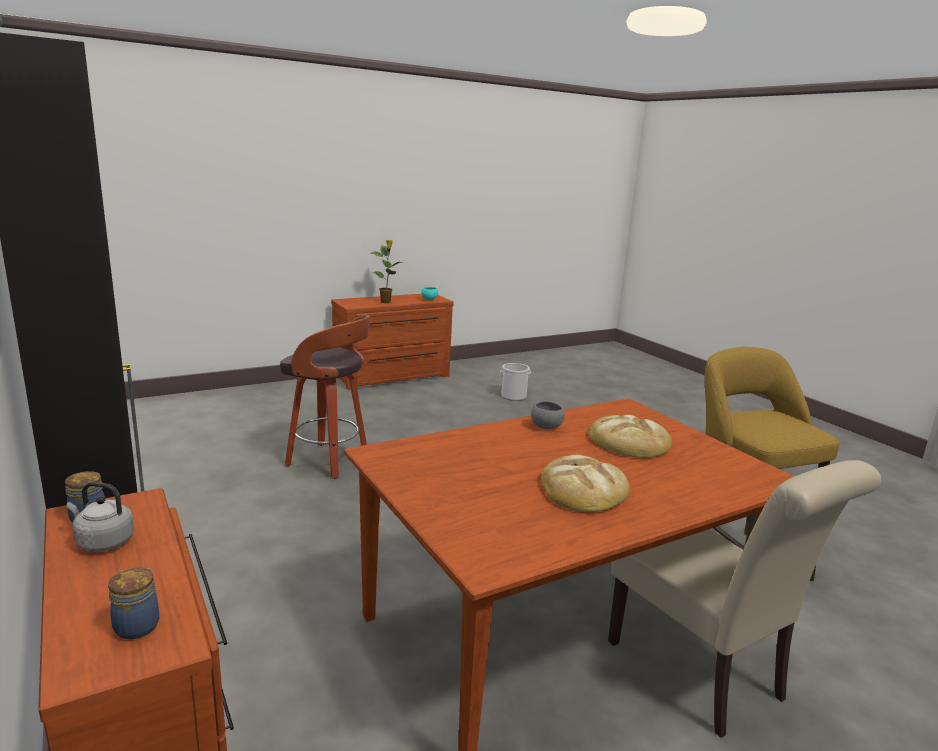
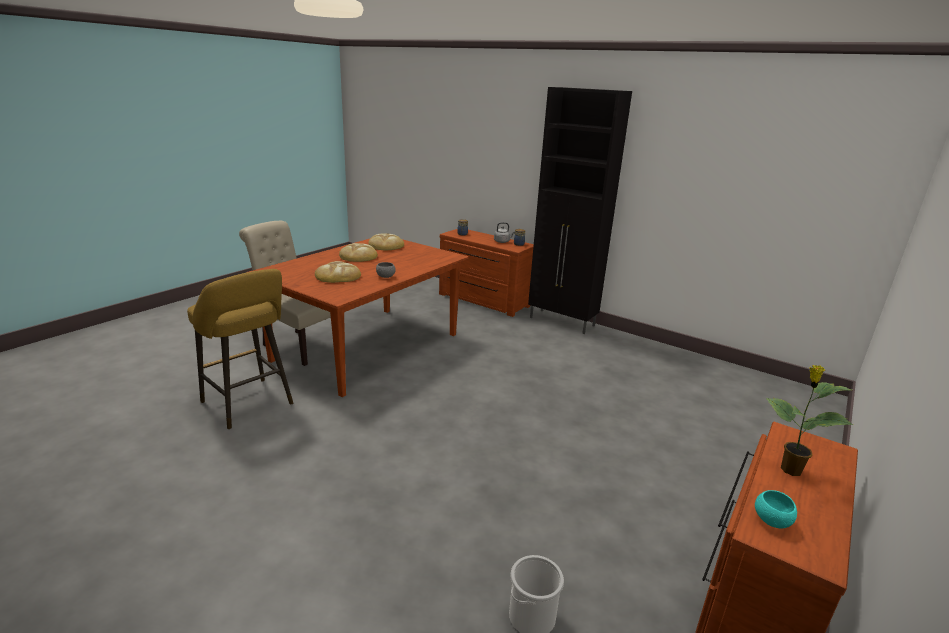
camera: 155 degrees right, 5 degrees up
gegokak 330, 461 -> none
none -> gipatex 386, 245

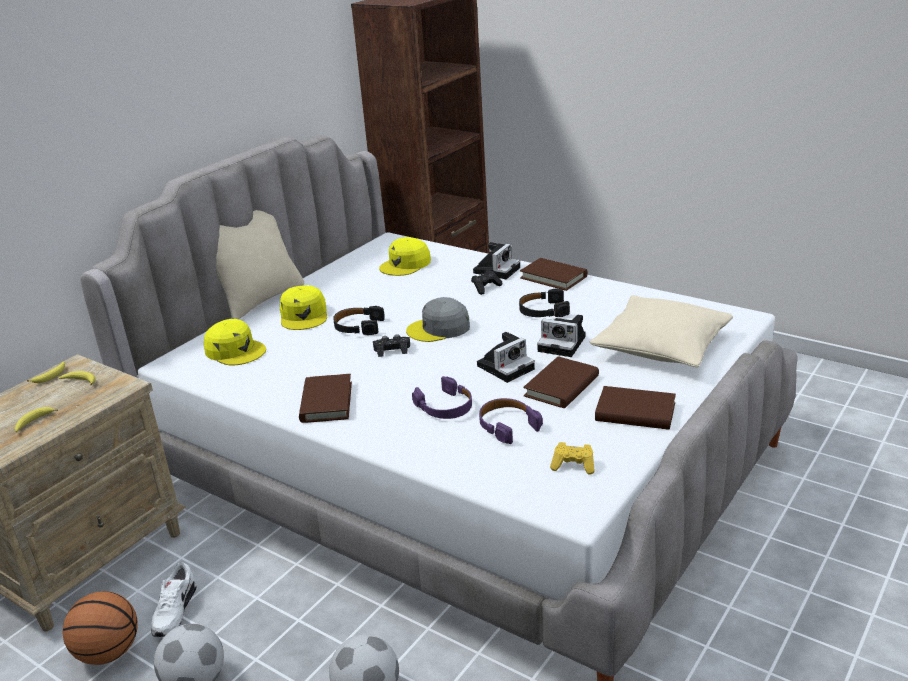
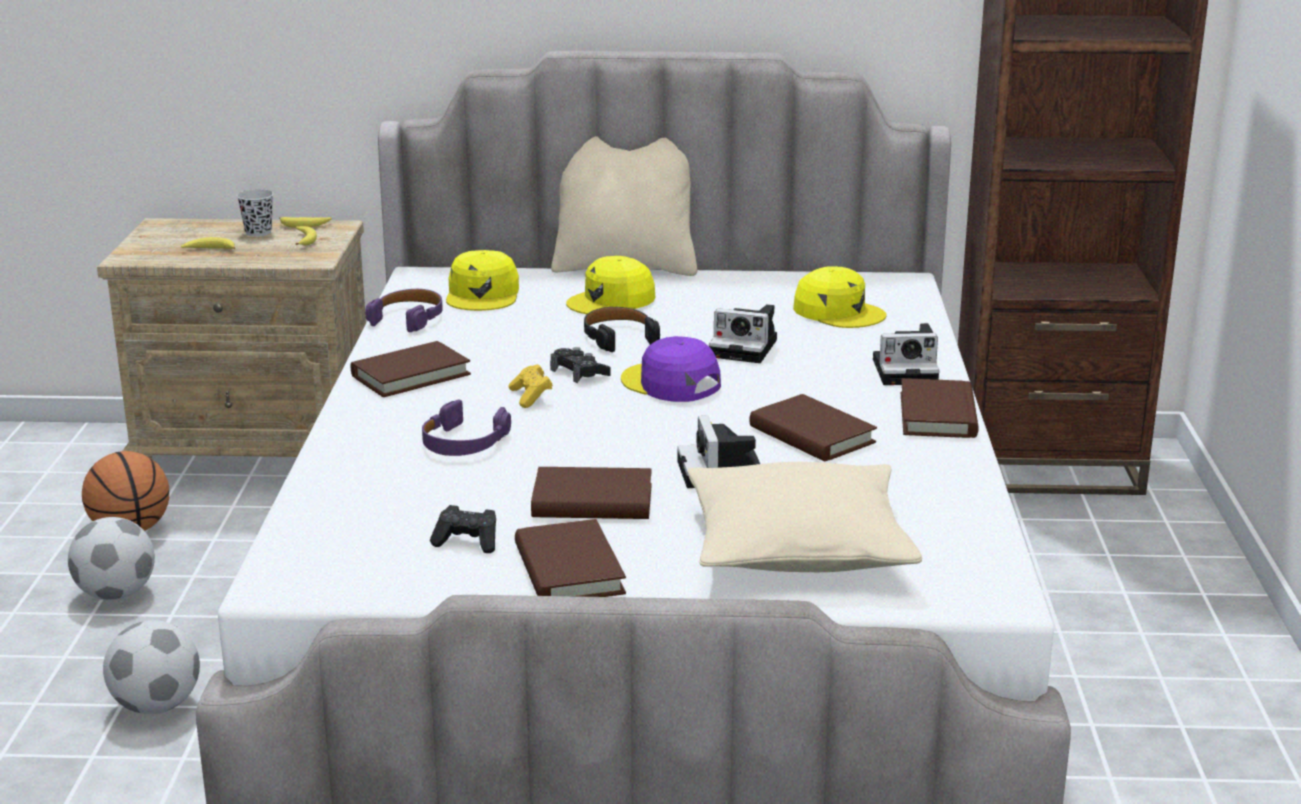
camera: 55 degrees right, 5 degrees down
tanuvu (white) 174, 611 -> none
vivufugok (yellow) 405, 264 -> vivufugok (yellow) 839, 312, 150 degrees counterclockwise
vivufugok (grey) 439, 328 -> vivufugok (purple) 670, 383
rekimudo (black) 486, 288 -> rekimudo (black) 468, 542, move
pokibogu 506, 366 -> pokibogu 746, 348, move
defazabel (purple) 507, 425 -> defazabel (purple) 408, 318, move
defazabel (black) 543, 311 -> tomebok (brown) 811, 435
rekimudo (yellow) 573, 466 -> rekimudo (yellow) 531, 397, move
none -> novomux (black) 258, 232

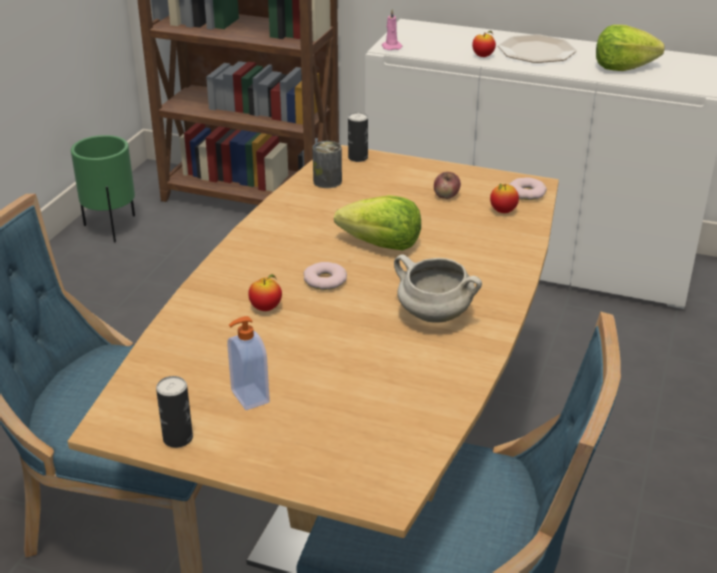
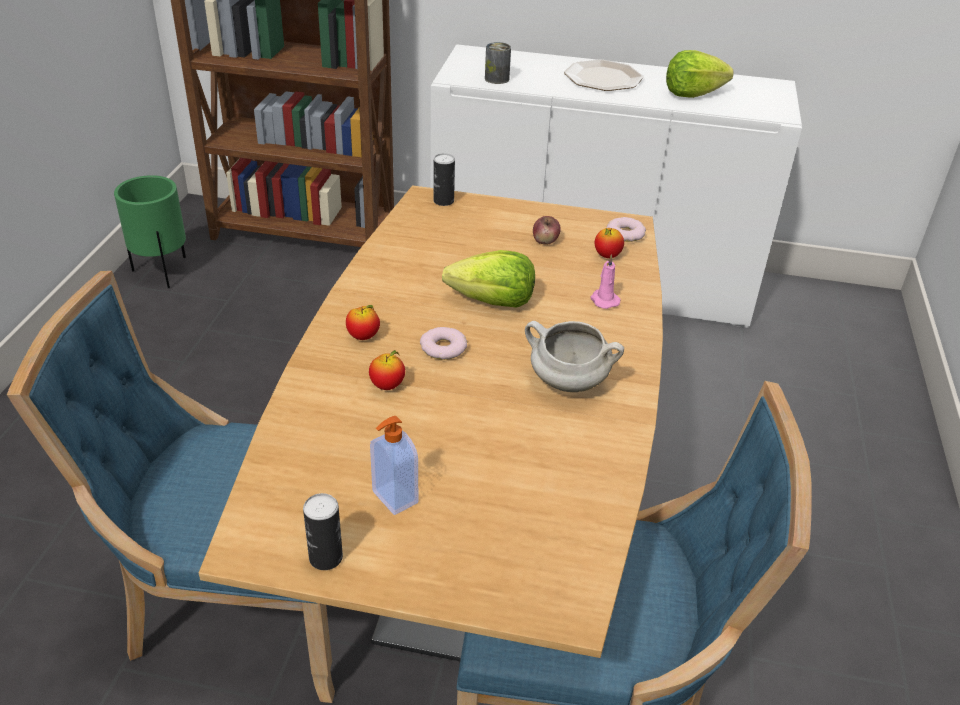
camera: 10 degrees left, 5 degrees up
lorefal 327, 181 -> lorefal 497, 79, move
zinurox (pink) 391, 47 -> zinurox (pink) 603, 300, move
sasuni 483, 56 -> sasuni 363, 336, move

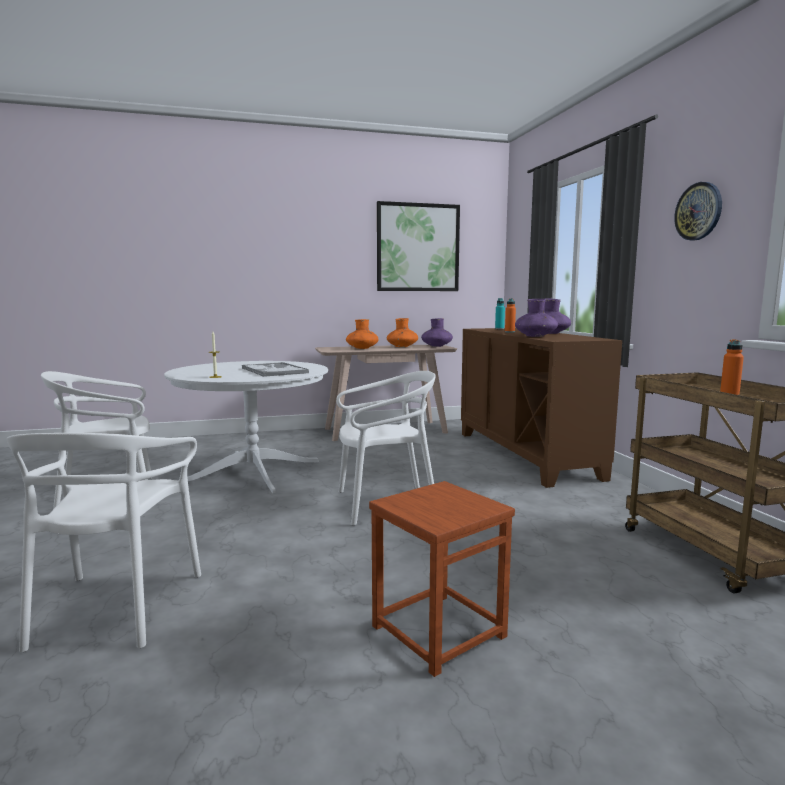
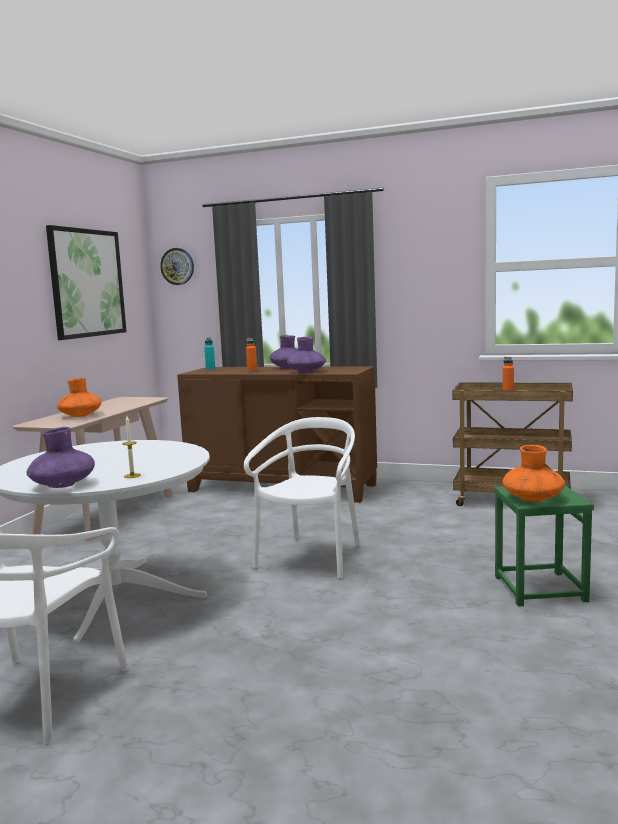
camera: 55 degrees left, 0 degrees up
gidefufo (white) 115, 607 -> none
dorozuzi 273, 370 -> none
gegokak (brown) 438, 631 -> gegokak (green) 539, 588
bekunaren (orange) 402, 346 -> bekunaren (orange) 533, 498, move
bekunaren (purple) 436, 346 -> bekunaren (purple) 63, 485, move
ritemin 698, 211 -> ritemin 177, 266, move

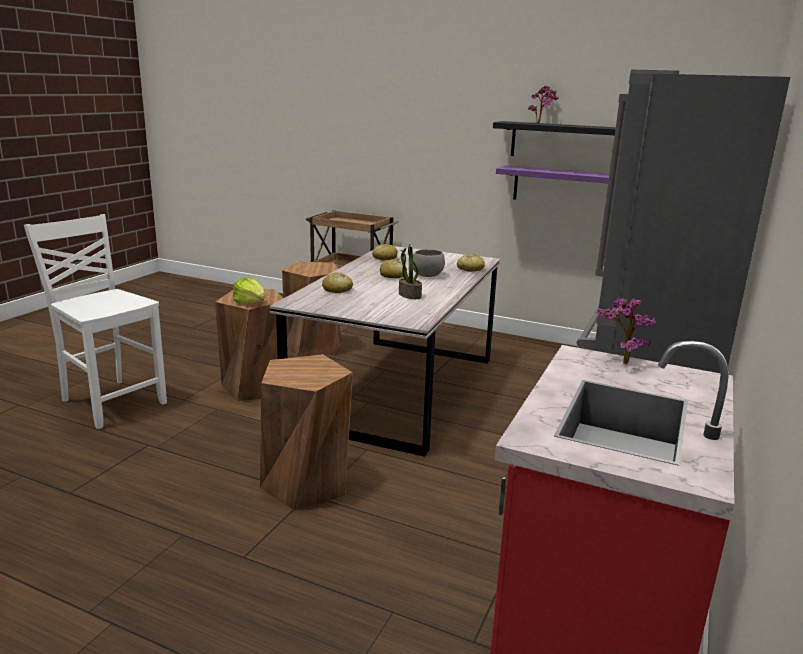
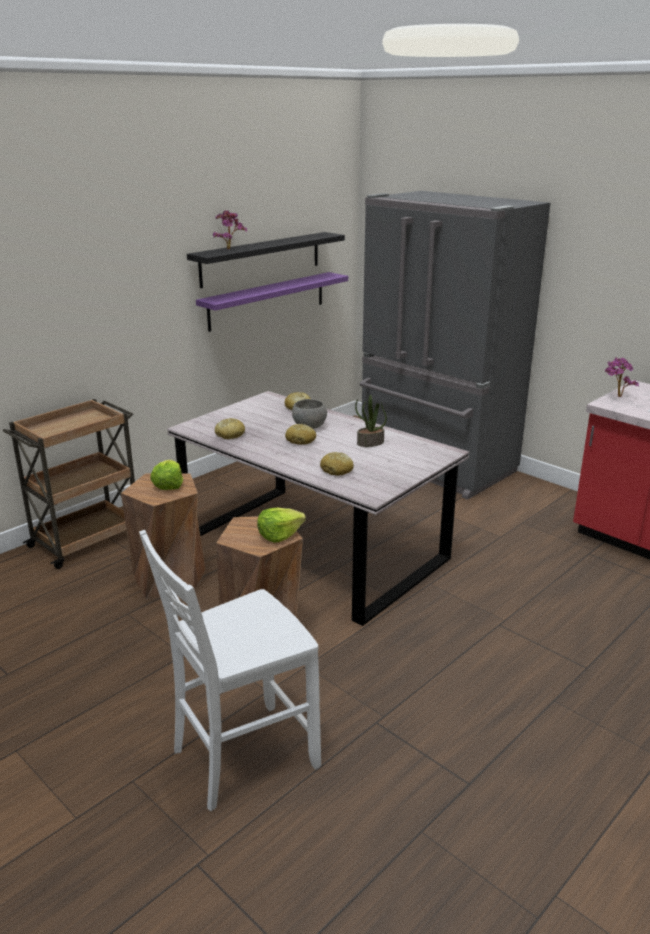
camera: 70 degrees left, 5 degrees up
gegokak (brown) 306, 484 -> none
none -> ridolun 168, 485

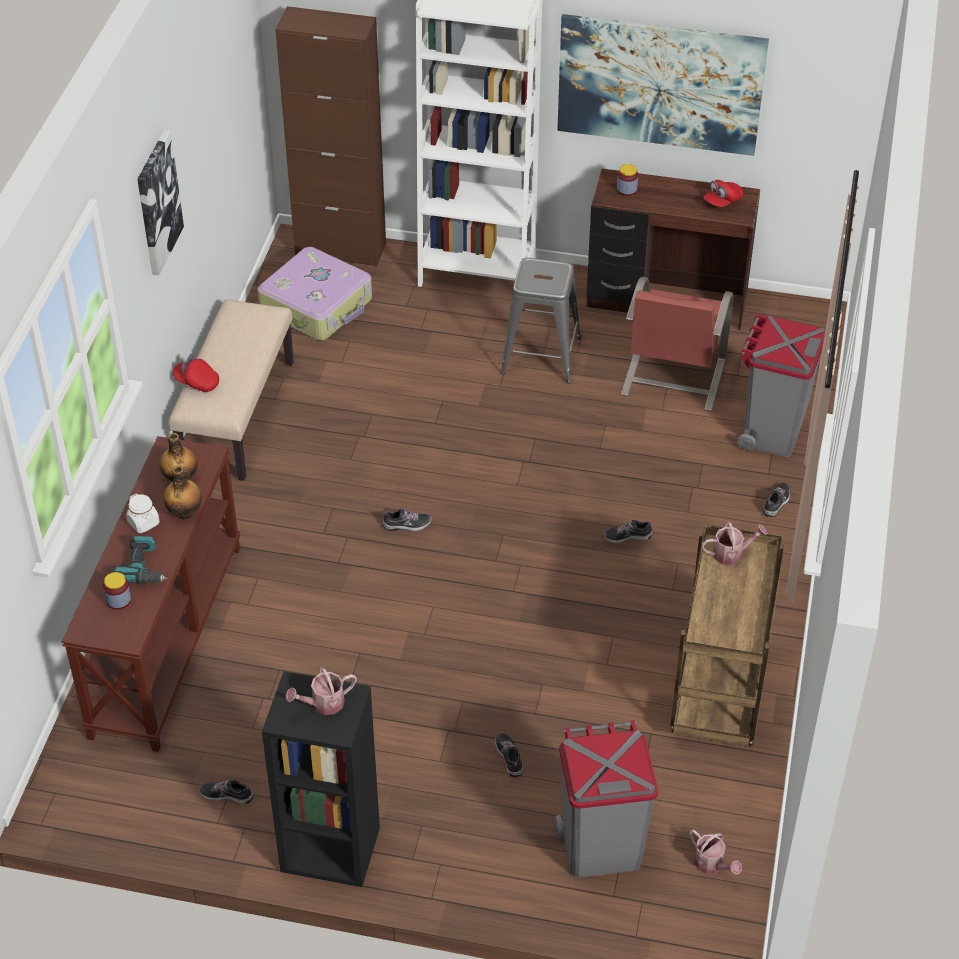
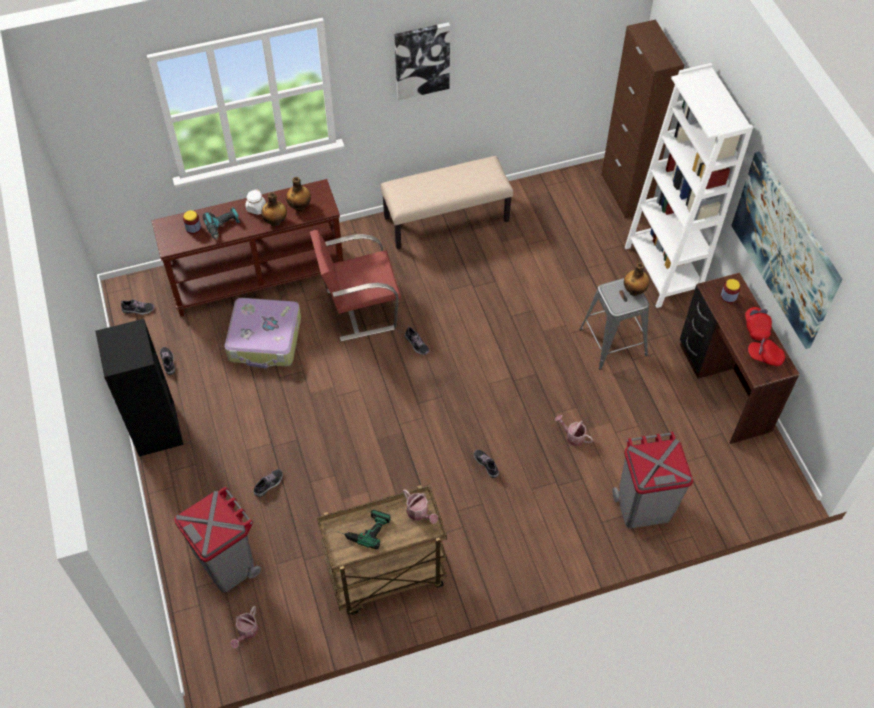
camera: 60 degrees right, 10 degrees up
vivufugok (red) 197, 382 -> vivufugok (red) 756, 327, move
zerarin 317, 305 -> zerarin 265, 339, move
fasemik 323, 704 -> fasemik 572, 436, move
gidefufo (red) 672, 378 -> gidefufo (red) 359, 309, move
tanuvu 776, 502 -> tanuvu 138, 309, move
none -> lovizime 363, 528
none -> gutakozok 634, 290

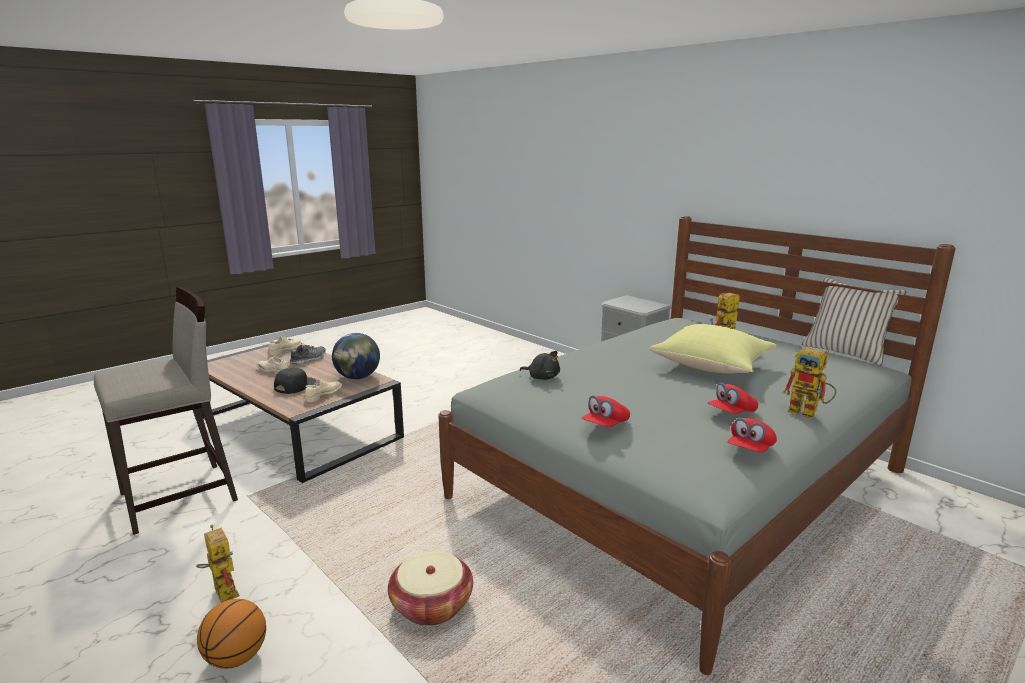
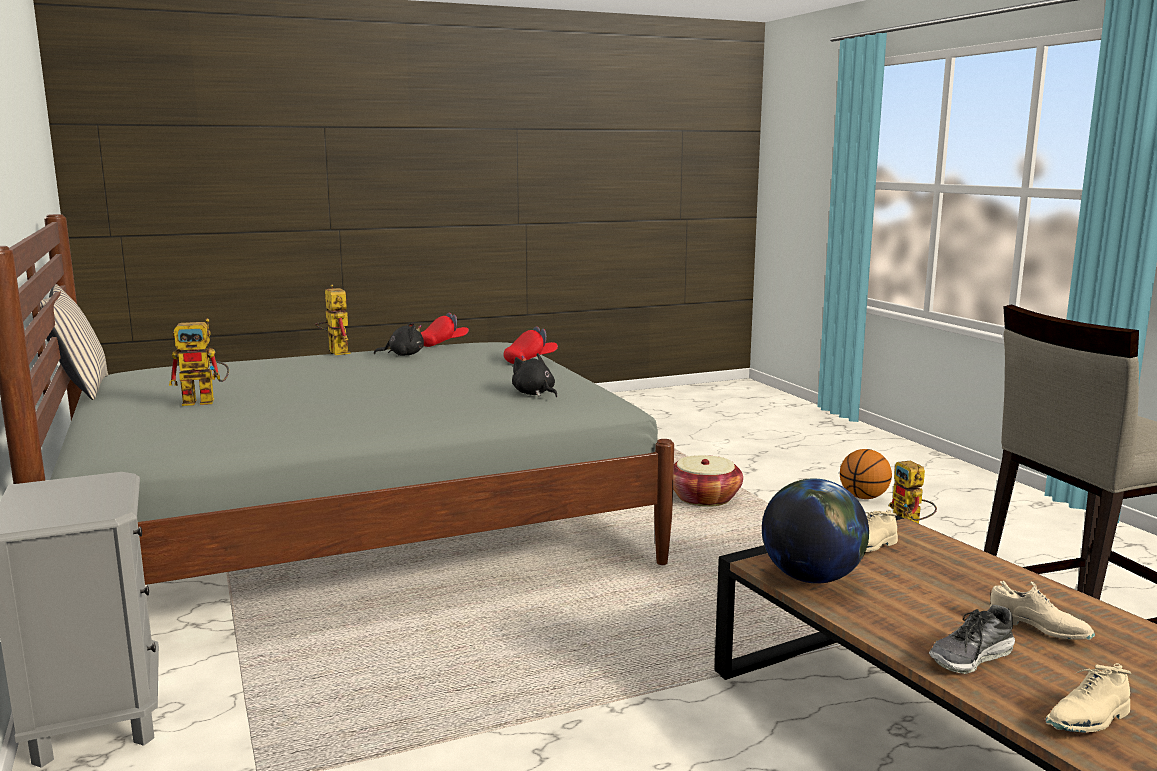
camera: 160 degrees left, 5 degrees down
vivufugok (black) 295, 385 -> none
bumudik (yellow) 713, 367 -> none
vivufugok (red) 731, 413 -> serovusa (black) 403, 355

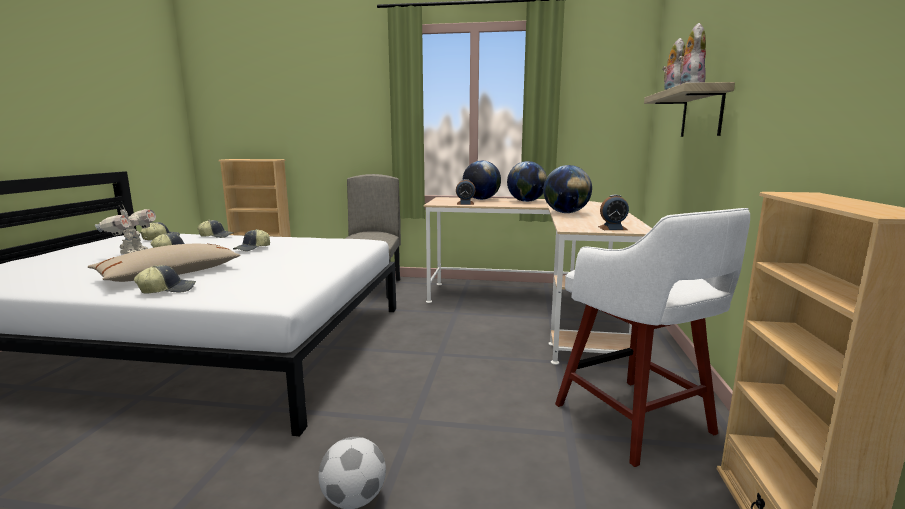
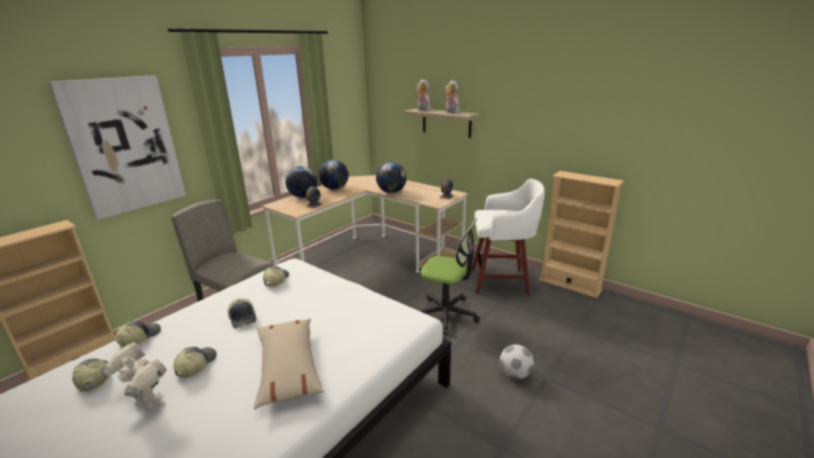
camera: 60 degrees left, 10 degrees up
vivufugok 168, 290 -> vivufugok 276, 280, move
none -> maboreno 125, 145
none -> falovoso 447, 314

